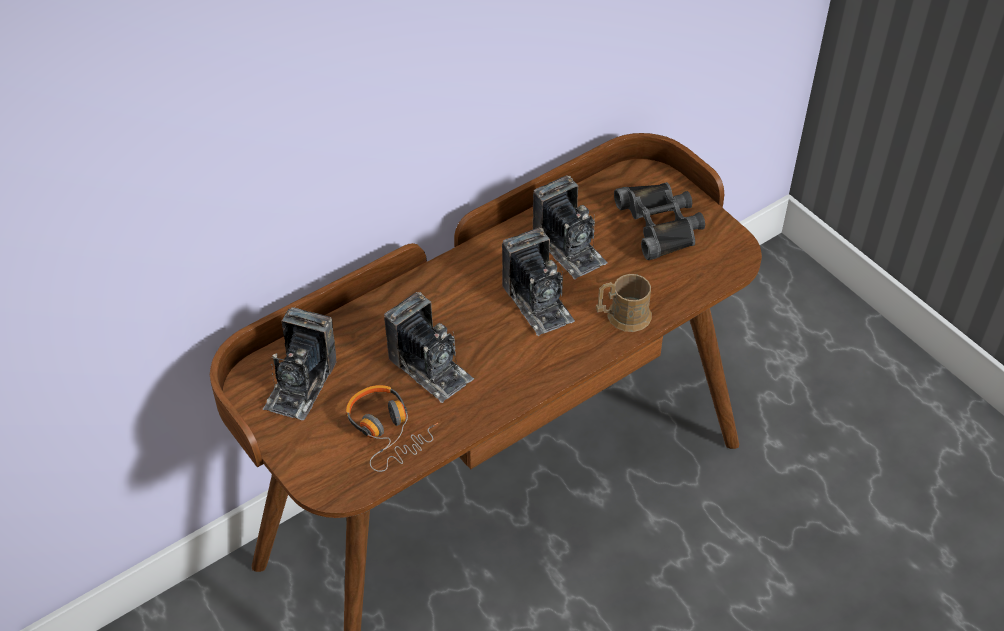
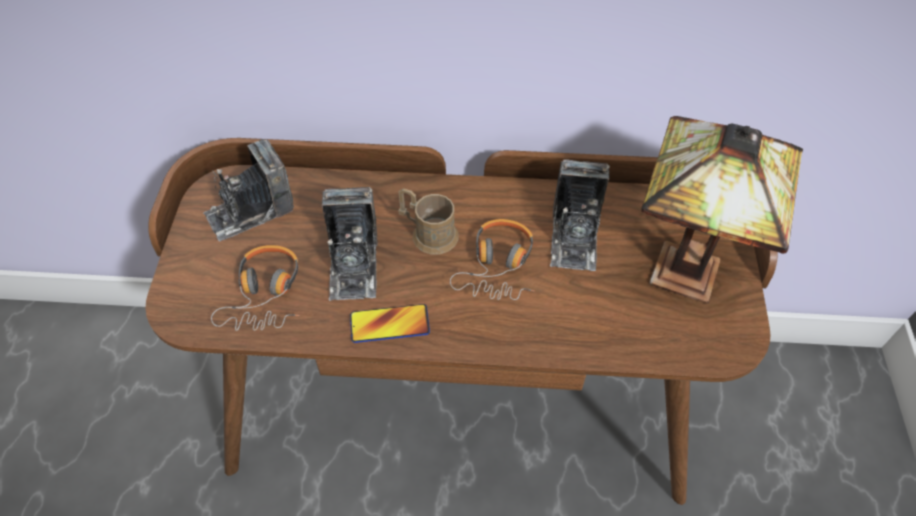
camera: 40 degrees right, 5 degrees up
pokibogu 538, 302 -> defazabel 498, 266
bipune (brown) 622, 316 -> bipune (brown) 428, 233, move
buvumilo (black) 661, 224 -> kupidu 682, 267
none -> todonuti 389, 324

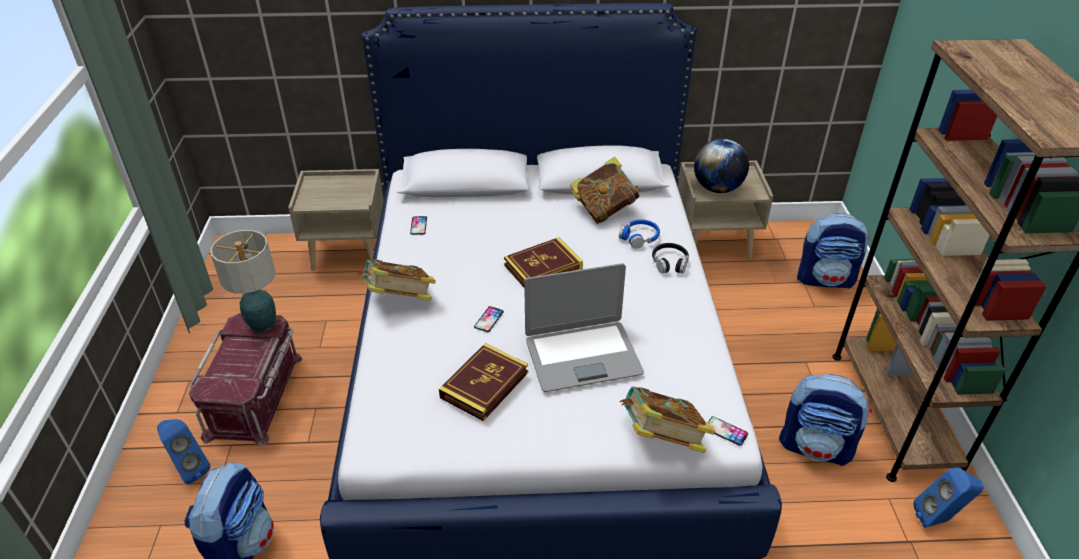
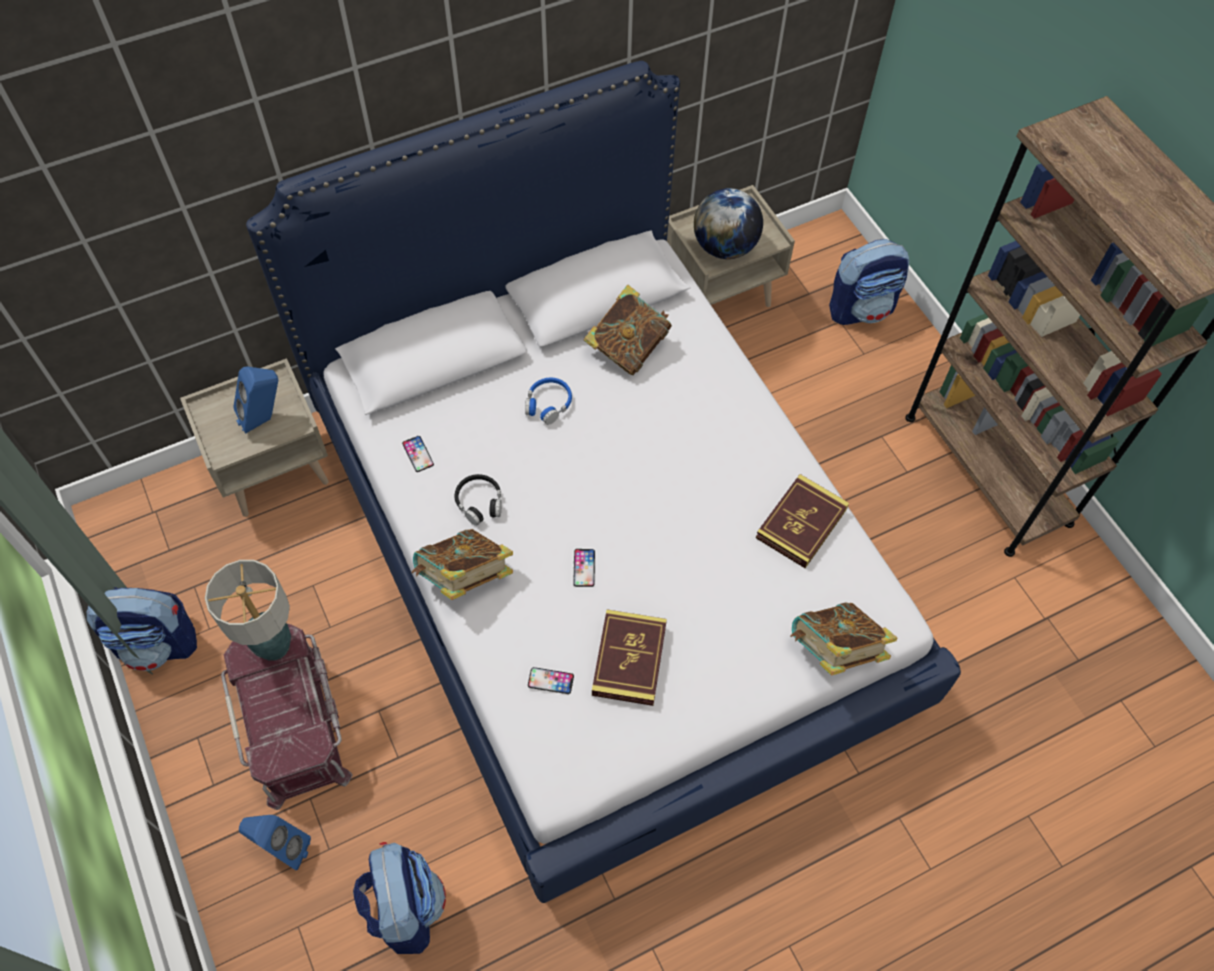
camera: 25 degrees left, 20 degrees up
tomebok 543, 267 -> tomebok 801, 523, move
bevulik 582, 356 -> none
defazabel (blue) 639, 237 -> defazabel (blue) 548, 404, move
defazabel (black) 670, 263 -> defazabel (black) 479, 502, move
todonuti 726, 431 -> todonuti 550, 680, move
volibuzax 816, 447 -> volibuzax 158, 643, move
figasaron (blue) 938, 519 -> figasaron (blue) 265, 418, move

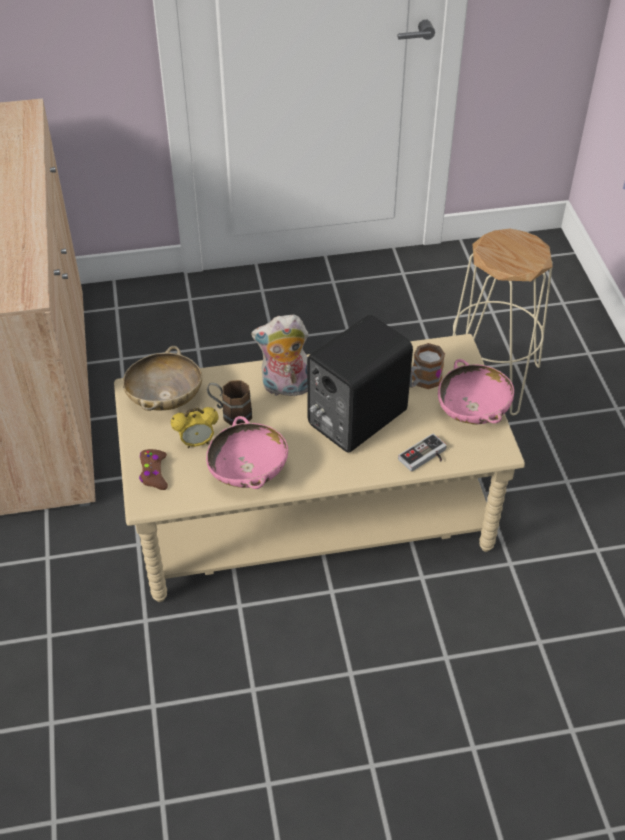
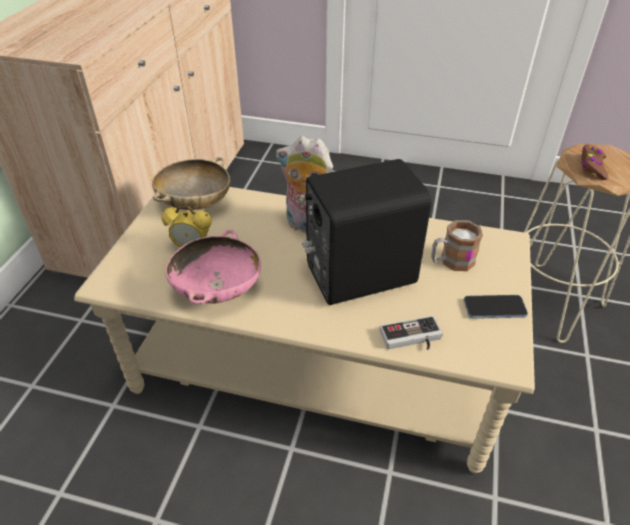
camera: 25 degrees right, 5 degrees down
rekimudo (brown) 154, 473 -> rekimudo (brown) 592, 167, move
bipune (brown) 230, 413 -> none
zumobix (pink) 473, 411 -> todonuti 494, 308

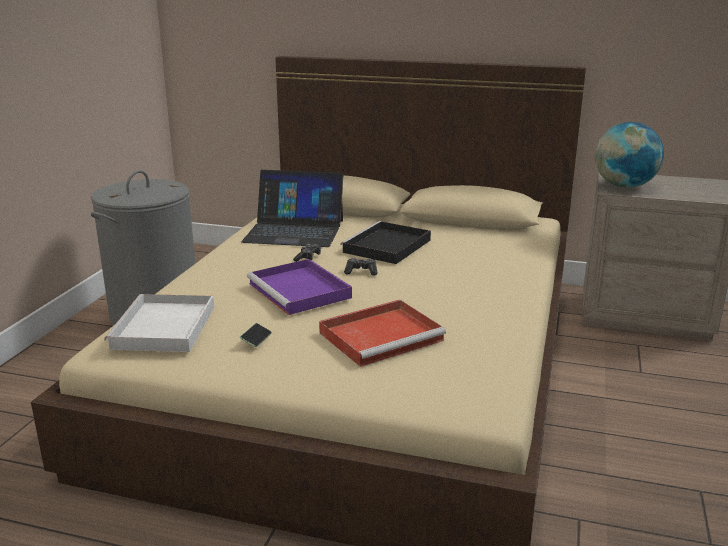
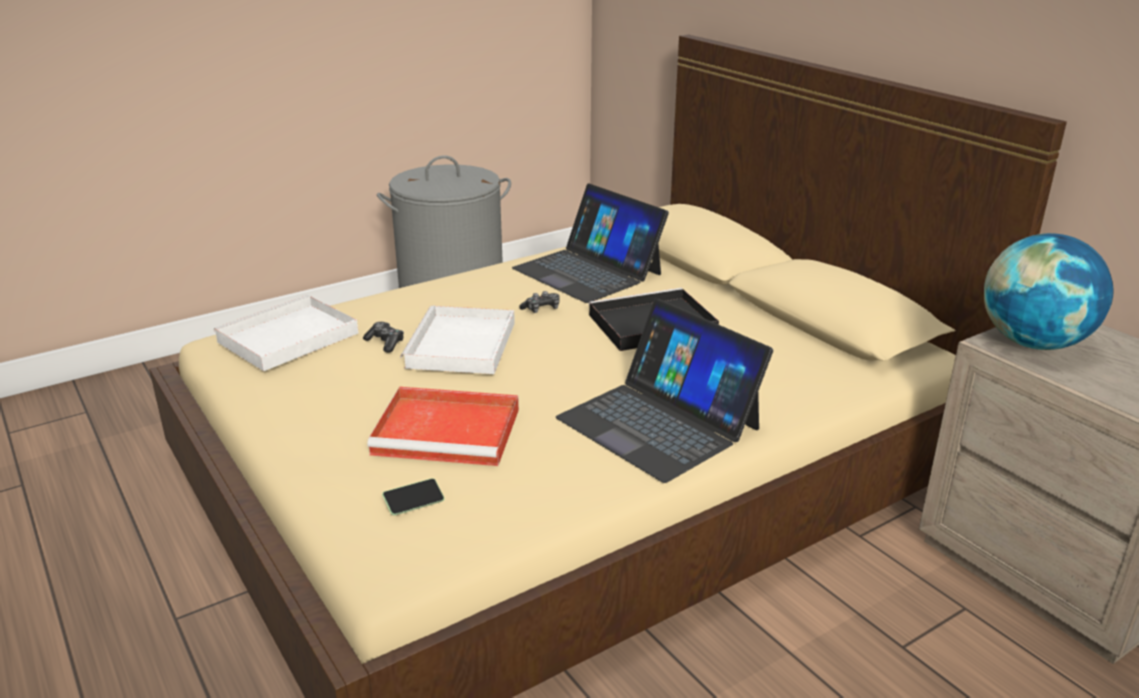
camera: 40 degrees right, 5 degrees up
todonuti 256, 340 -> todonuti 414, 503, move
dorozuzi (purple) 301, 291 -> dorozuzi (white) 462, 346
rekimudo 361, 271 -> rekimudo 385, 342, move
none -> bevulik 659, 423

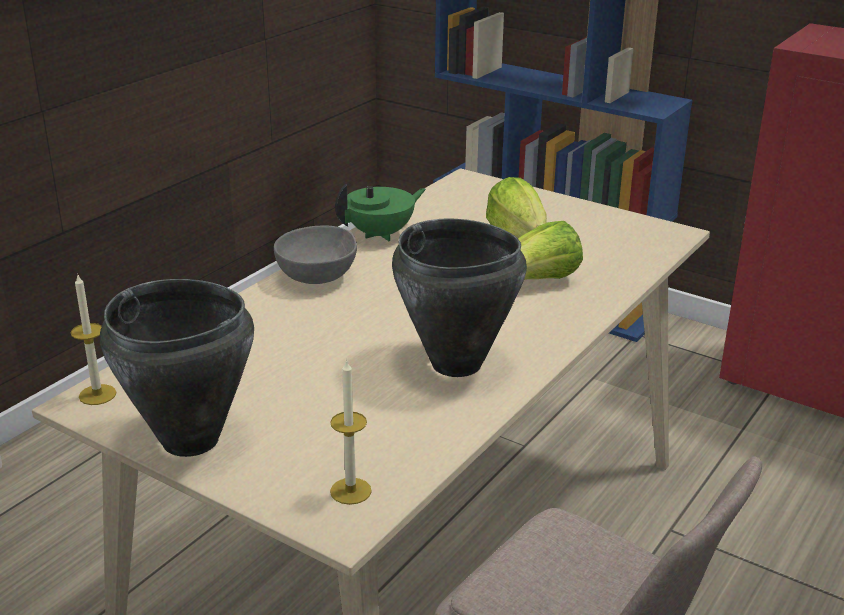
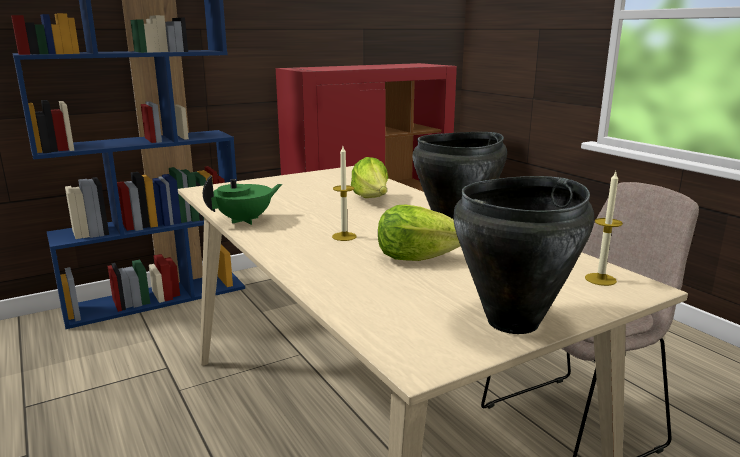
camera: 65 degrees left, 10 degrees down
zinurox 97, 395 -> zinurox 344, 236, move
zumobix (grey) 319, 277 -> none
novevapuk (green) 381, 234 -> novevapuk (green) 245, 220, 60 degrees clockwise
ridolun 517, 235 -> ridolun 416, 258, move

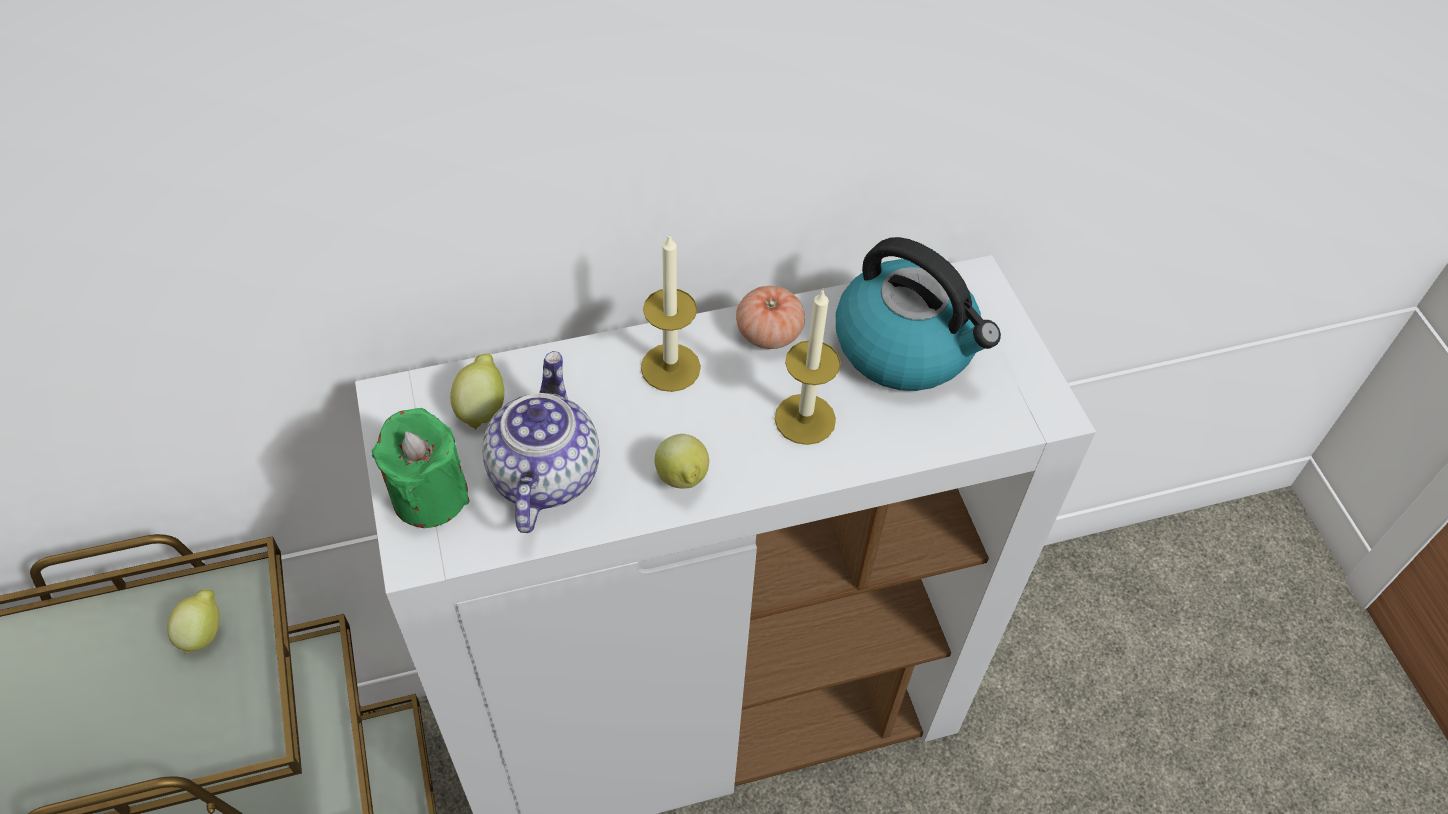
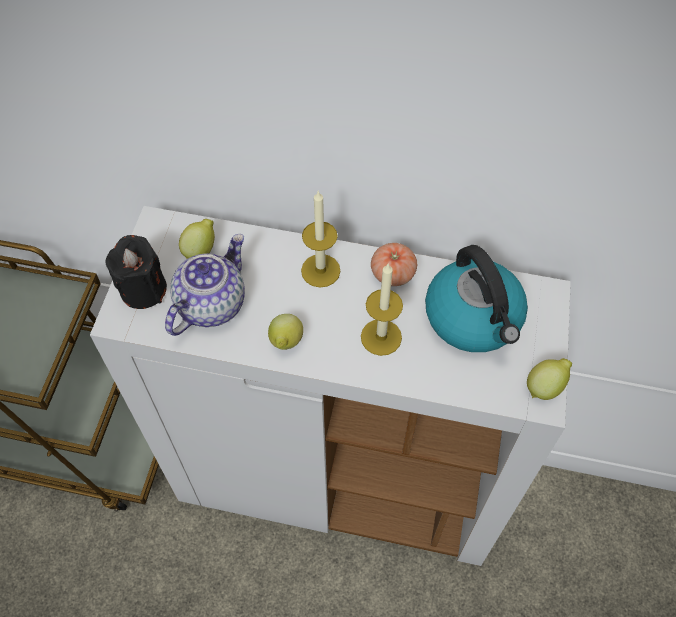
camera: 30 degrees right, 5 degrees up
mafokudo 203, 632 -> mafokudo 545, 386, move
zinurox (green) 429, 495 -> zinurox (black) 143, 289

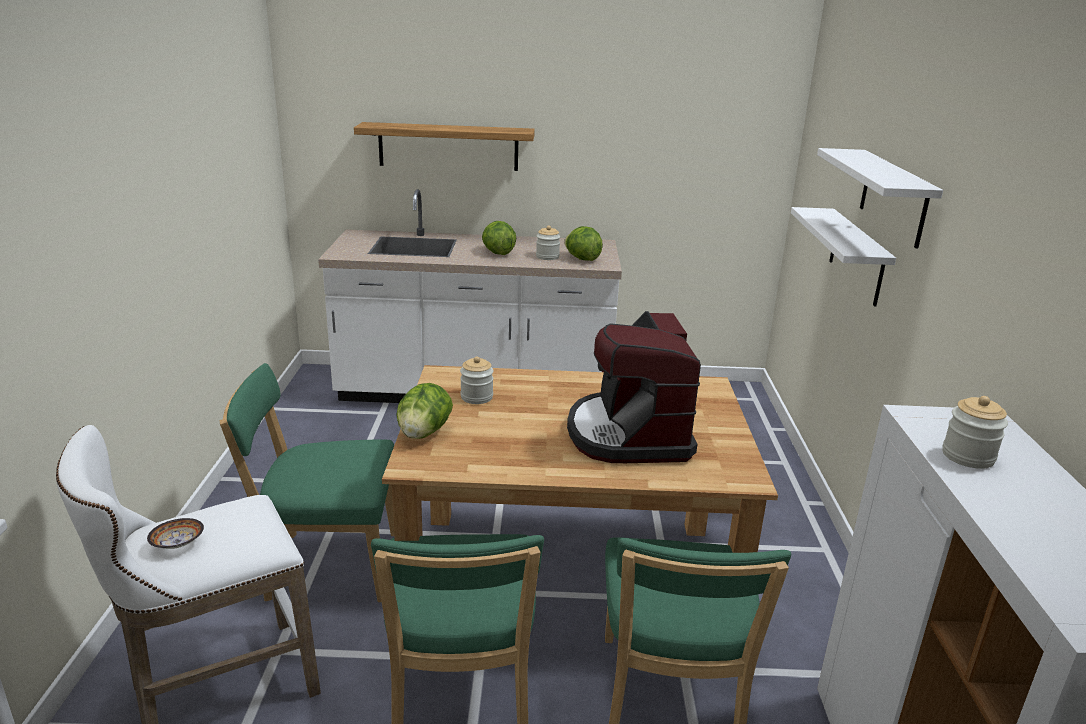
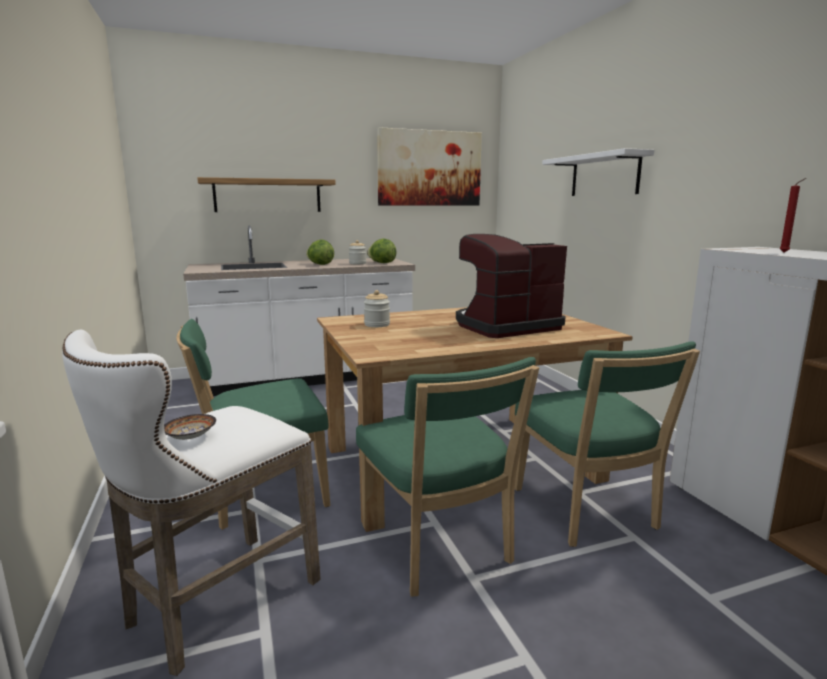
camera: 20 degrees left, 10 degrees down
ridolun 423, 433 -> none
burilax 629, 434 -> burilax 505, 326, 90 degrees clockwise
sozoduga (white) 857, 256 -> none
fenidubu 968, 456 -> zinurox (red) 785, 252
none -> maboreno 429, 168

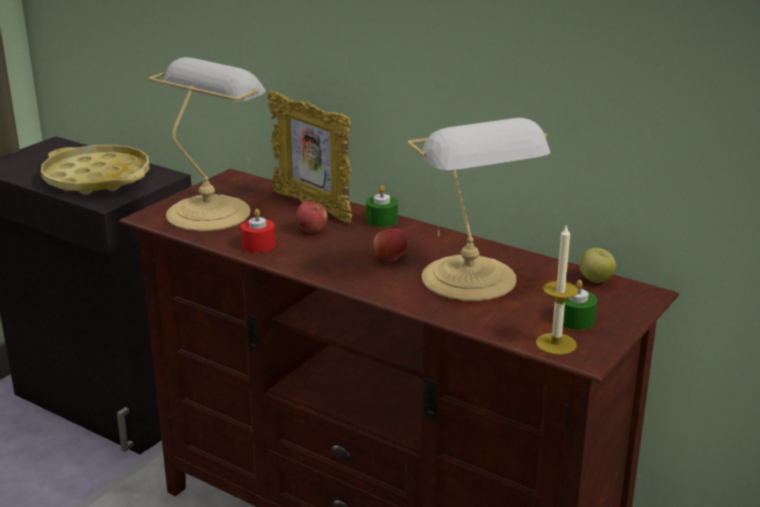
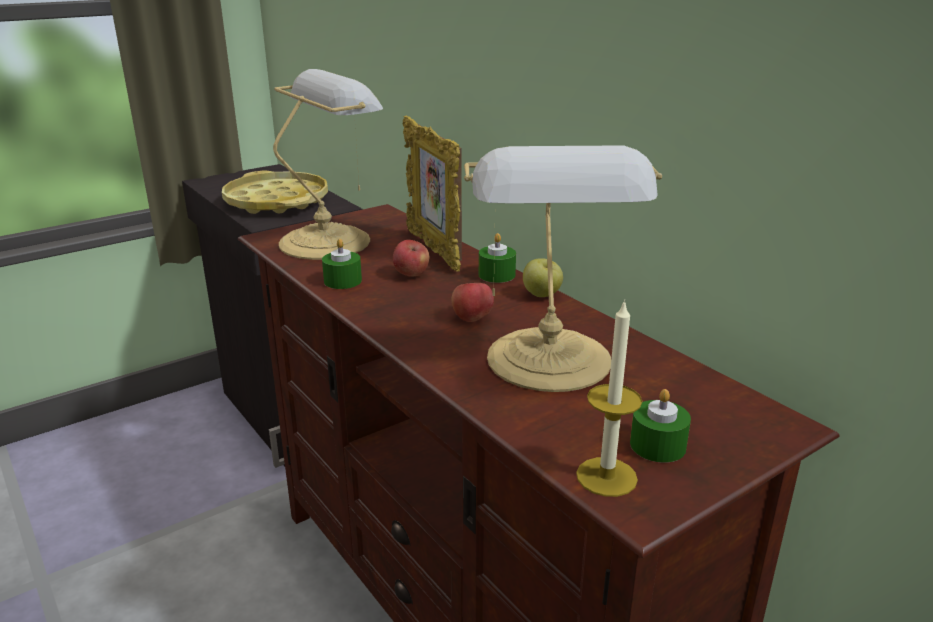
camera: 20 degrees right, 0 degrees up
zinurox (red) 258, 245 -> zinurox (green) 342, 281
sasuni 596, 280 -> sasuni 542, 295, move

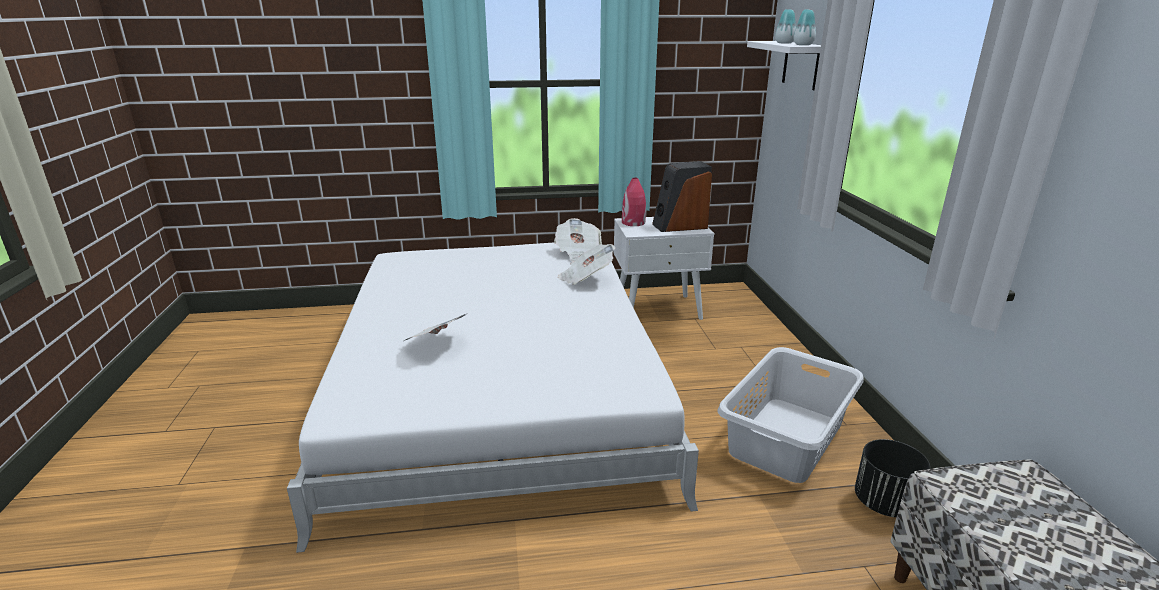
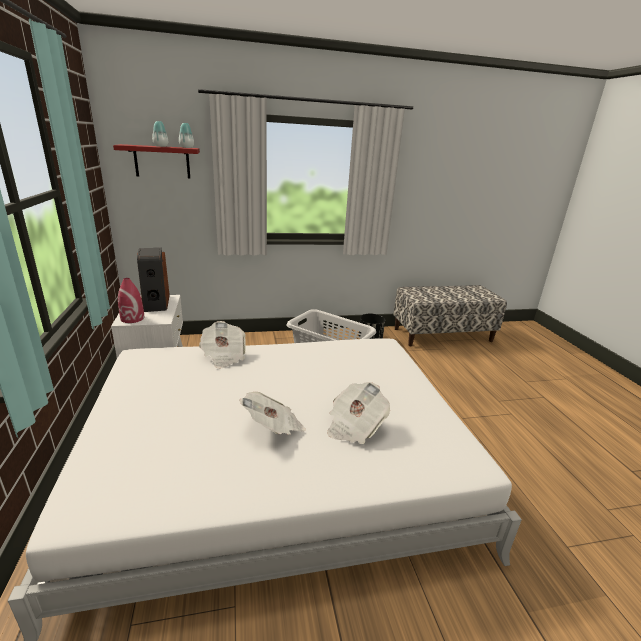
camera: 95 degrees left, 0 degrees up
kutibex 578, 254 -> kutibex 273, 427, move
sozoduga (white) 801, 65 -> sozoduga (red) 162, 162

